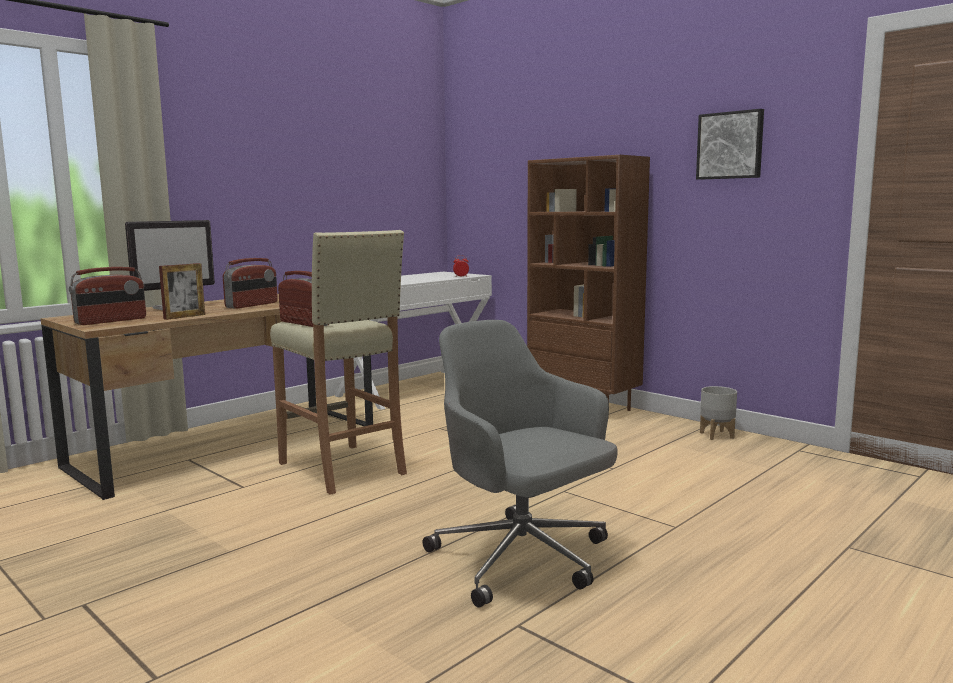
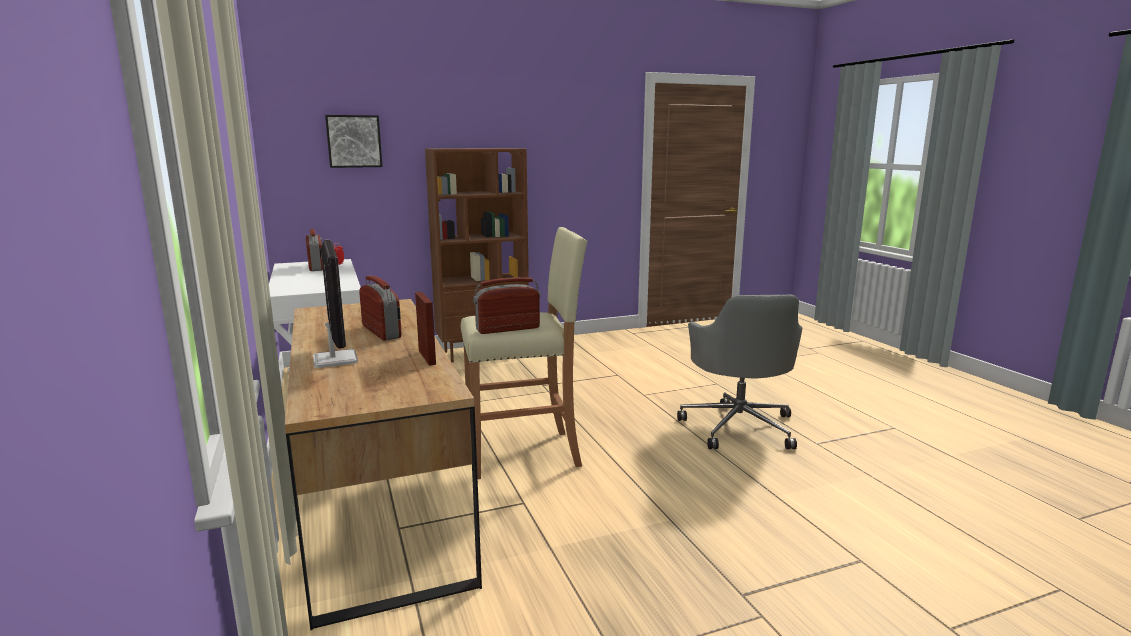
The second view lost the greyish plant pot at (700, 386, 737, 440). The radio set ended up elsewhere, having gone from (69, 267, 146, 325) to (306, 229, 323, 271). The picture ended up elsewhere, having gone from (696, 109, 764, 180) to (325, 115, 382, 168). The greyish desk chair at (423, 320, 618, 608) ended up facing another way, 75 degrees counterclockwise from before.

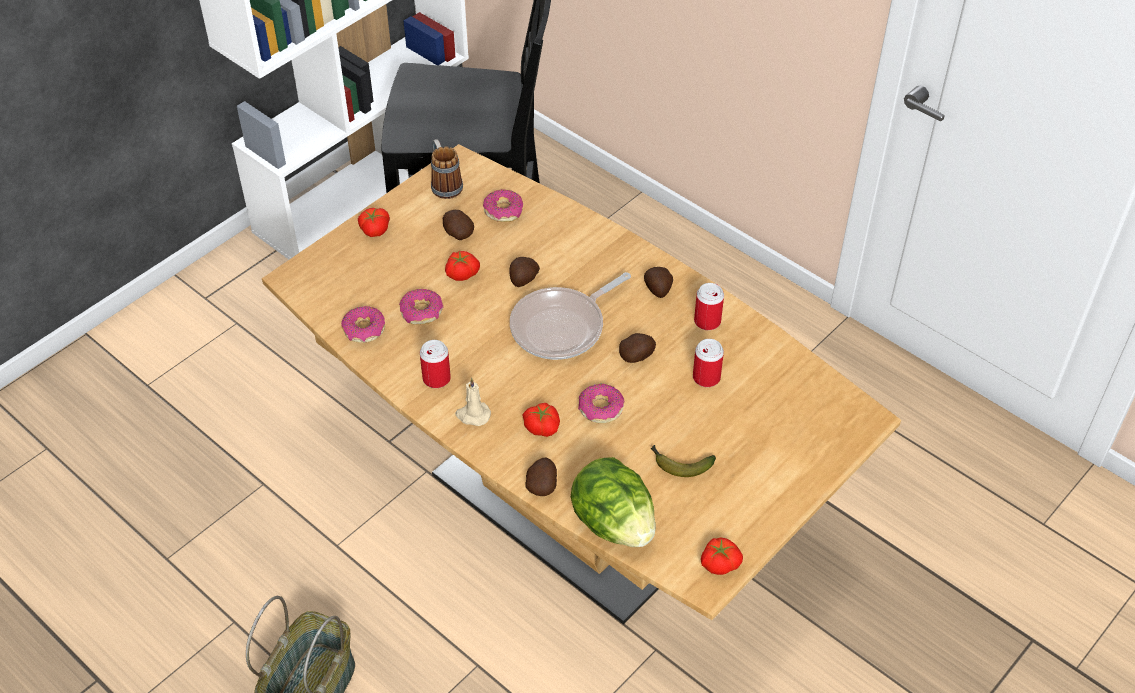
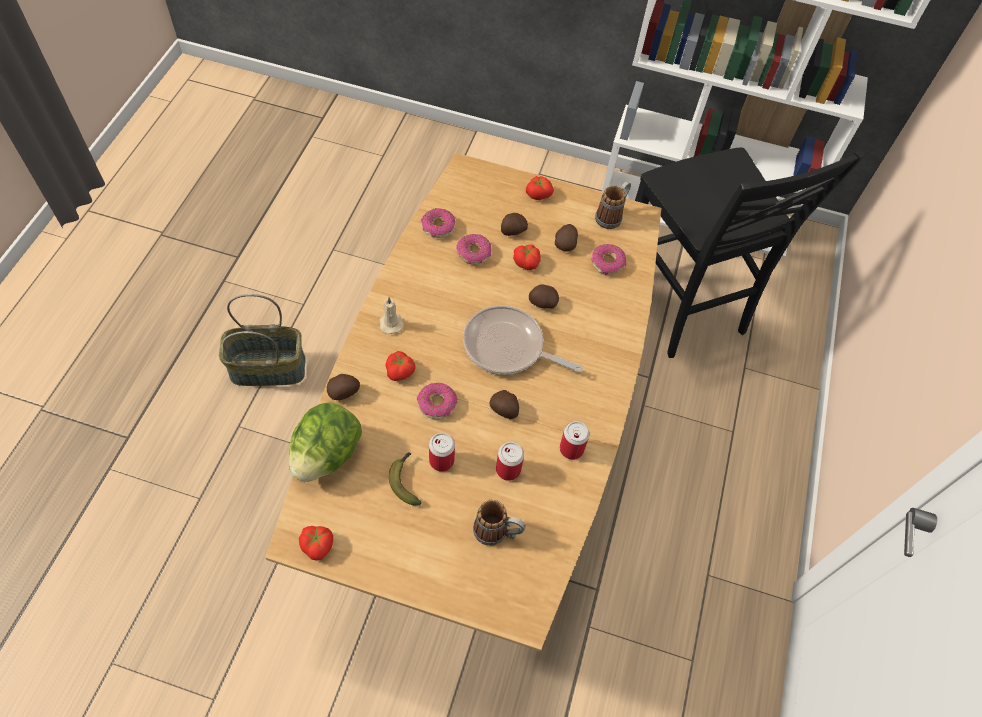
The second view gained the mug at (473, 500, 526, 546). The sealed can ended up elsewhere, having gone from (420, 340, 451, 388) to (429, 433, 455, 472). The whole potato ended up elsewhere, having gone from (644, 267, 673, 298) to (501, 213, 528, 236).

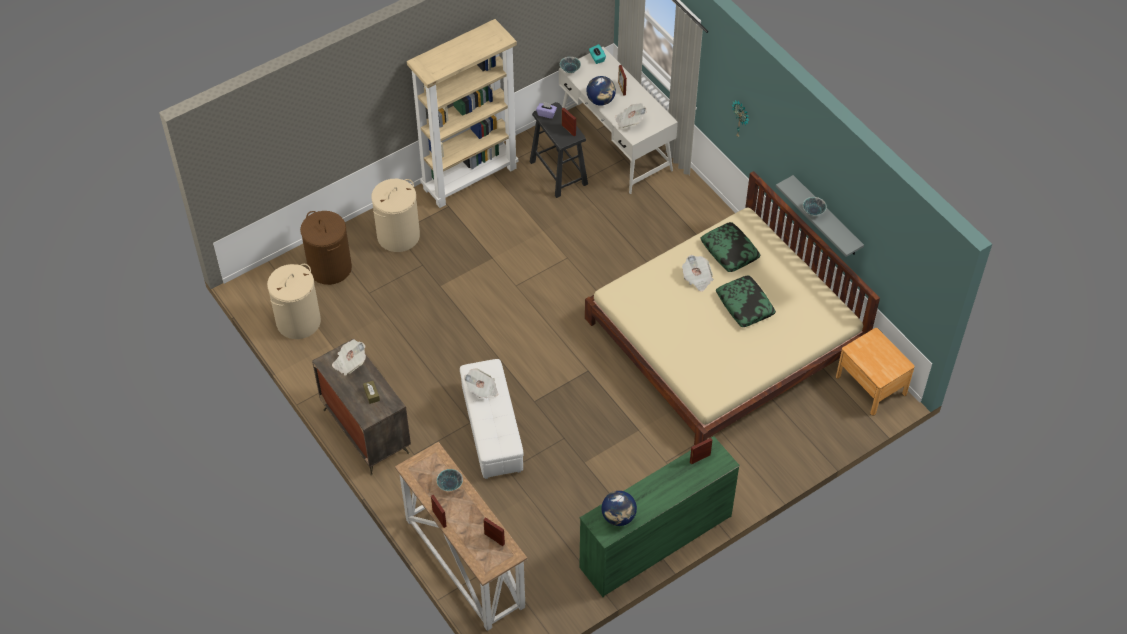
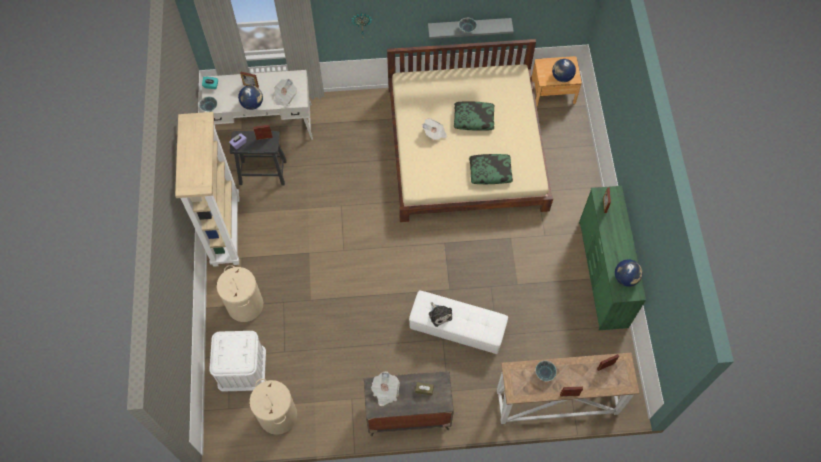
The second view gained the world globe at (552, 59, 576, 82). The throw pillow ended up elsewhere, having gone from (700, 222, 761, 272) to (469, 154, 513, 184). Where the brown-coloured laundry basket stood at (300, 211, 352, 285), the whitish storage bin came to stand at (209, 331, 266, 392). Where the newspaper stood at (464, 369, 499, 398), the cuddly toy came to stand at (429, 303, 452, 327).

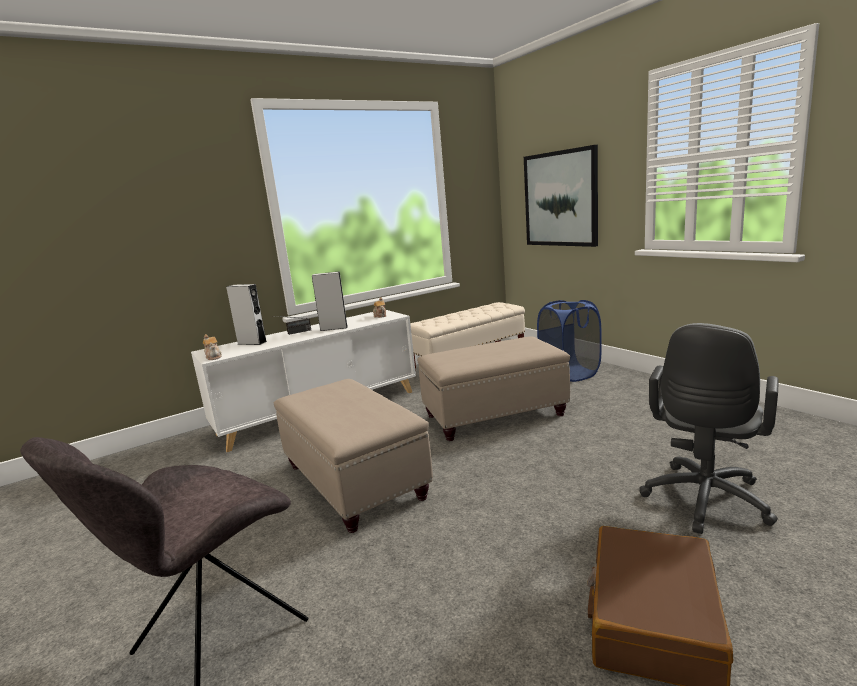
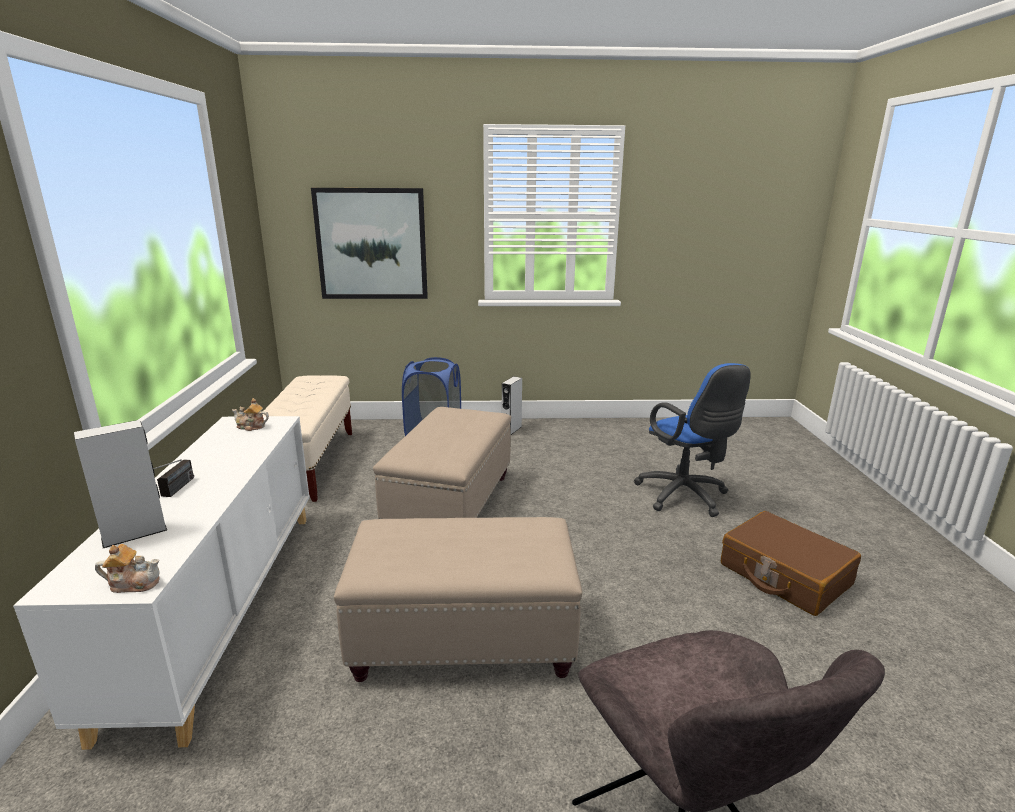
The greyish speaker ended up elsewhere, having gone from (312, 271, 348, 331) to (502, 376, 522, 435). What was the greyish desk chair at (639, 323, 779, 534) turned into the bluish desk chair at (634, 363, 751, 517).

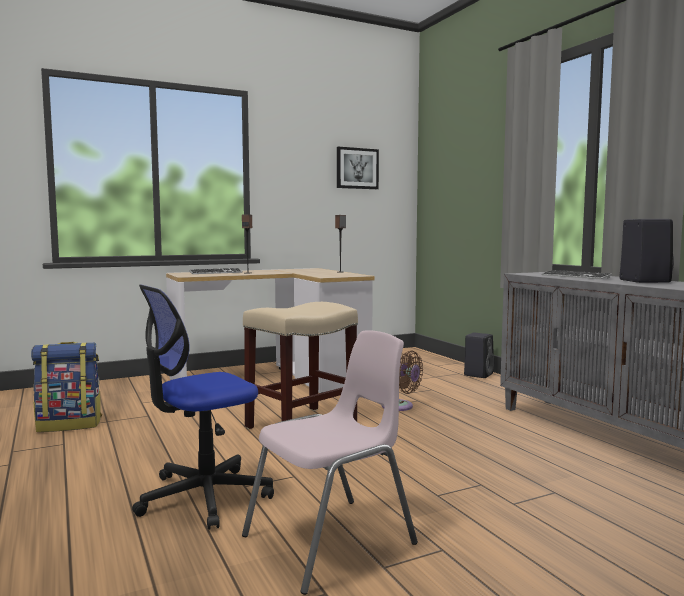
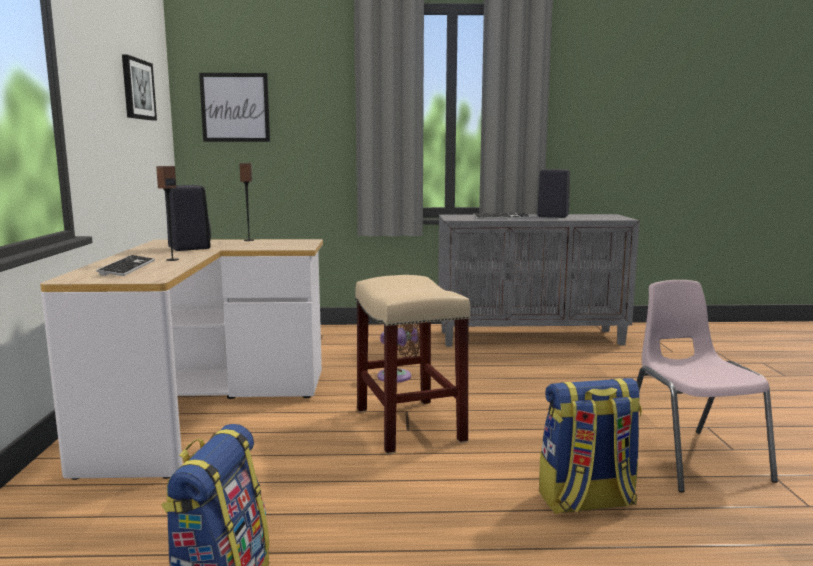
The second view gained the picture at (199, 73, 270, 142). The blackish speaker ended up elsewhere, having gone from (464, 333, 494, 378) to (165, 185, 211, 251). Where the desk chair stood at (132, 285, 274, 530), the backpack came to stand at (539, 378, 642, 514).

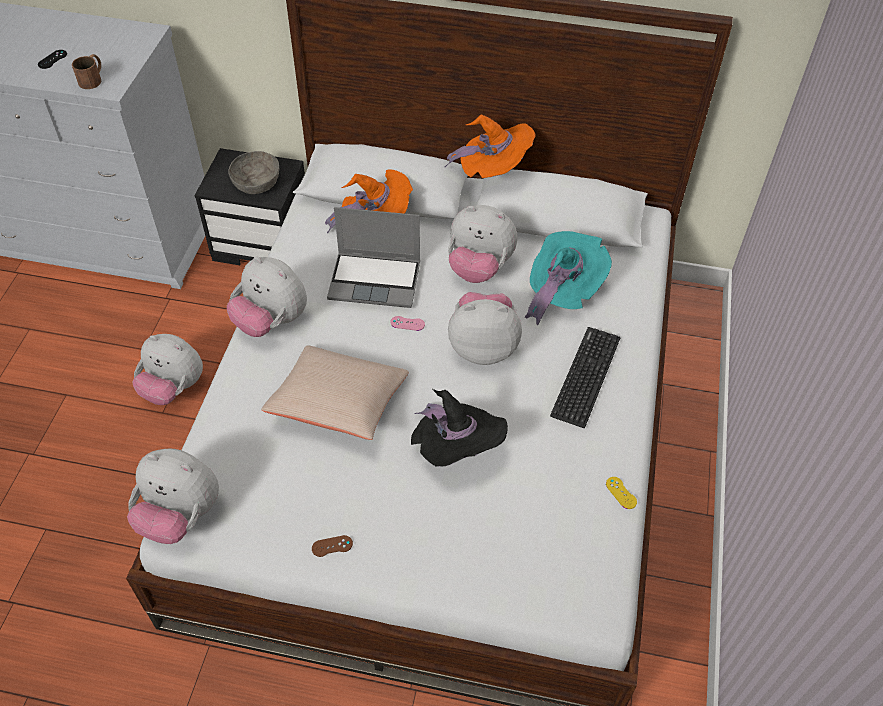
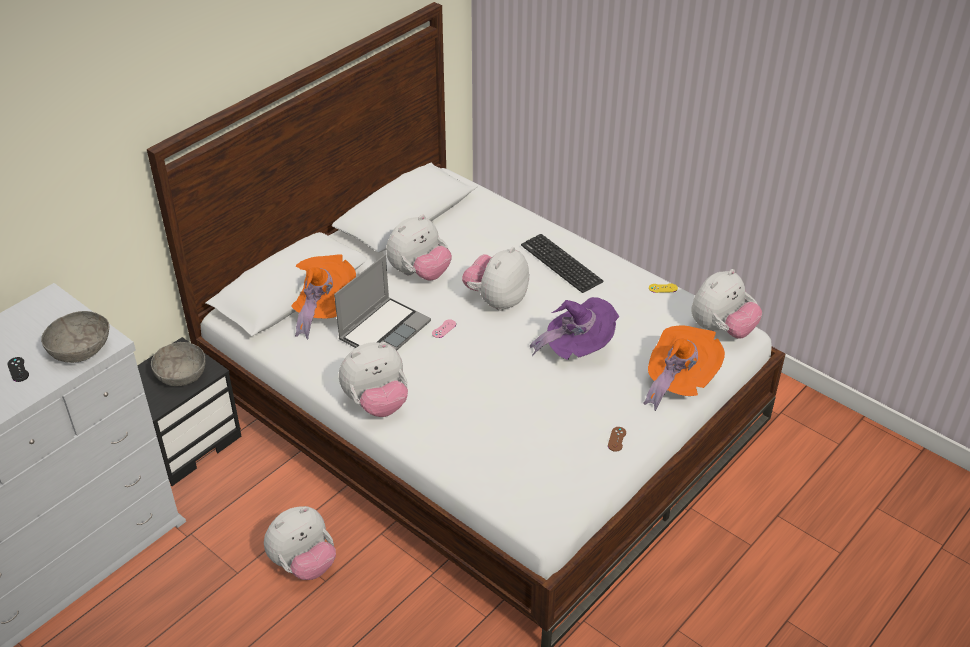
The second view lost the beige throw pillow at (261, 345, 409, 440). The second view lost the blue-green hat at (525, 231, 612, 325). The cuddly toy ended up elsewhere, having gone from (127, 449, 219, 544) to (691, 269, 762, 339). The orangey hat ended up elsewhere, having gone from (444, 114, 535, 178) to (643, 325, 725, 411). Where the brown-coloured mug stood at (72, 54, 102, 89), the greyish serving bowl came to stand at (41, 311, 109, 363). What was the blackish hat at (411, 389, 508, 467) turned into the purple hat at (530, 297, 619, 360).

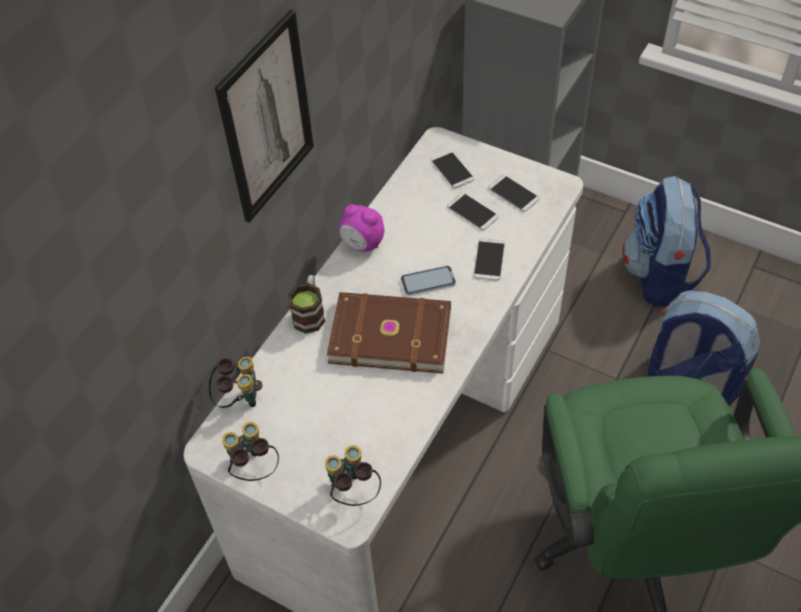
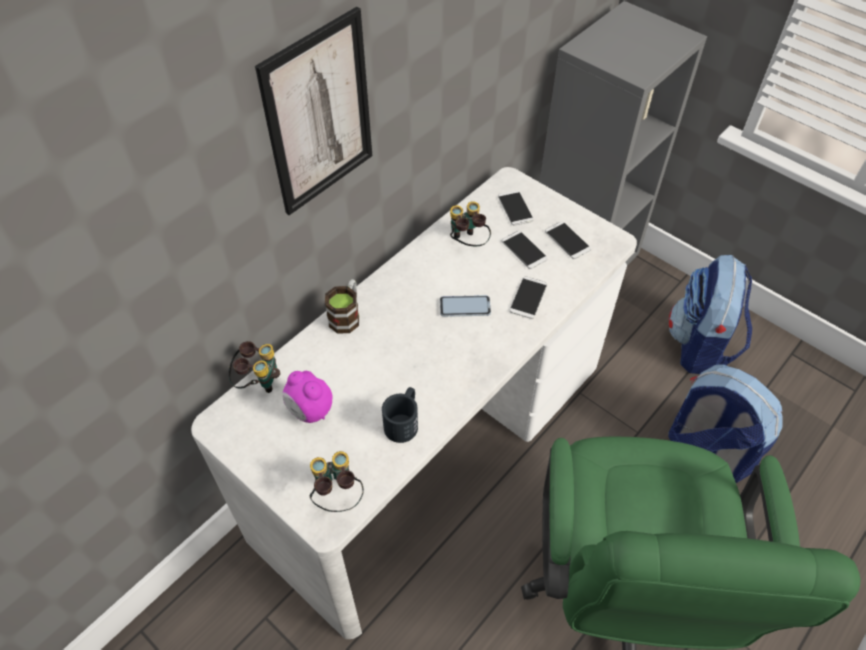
The second view lost the brown-coloured volume at (327, 292, 451, 374). The second view gained the blackish mug at (382, 387, 418, 443). The pair of binoculars ended up elsewhere, having gone from (222, 422, 279, 481) to (450, 201, 491, 247). The alarm clock ended up elsewhere, having gone from (339, 204, 384, 252) to (282, 371, 332, 423).

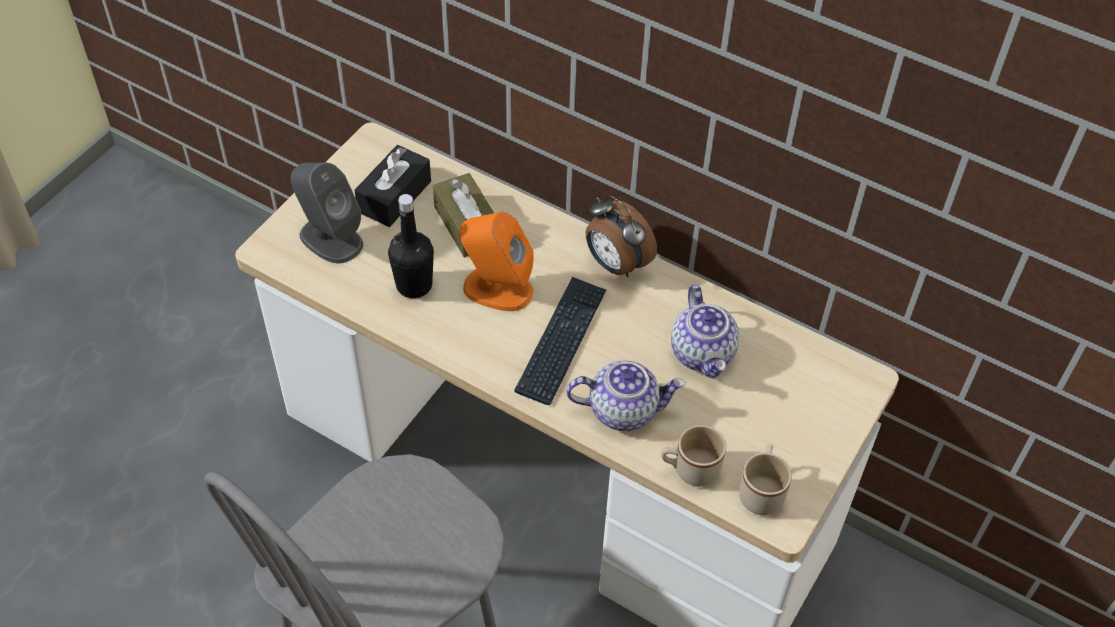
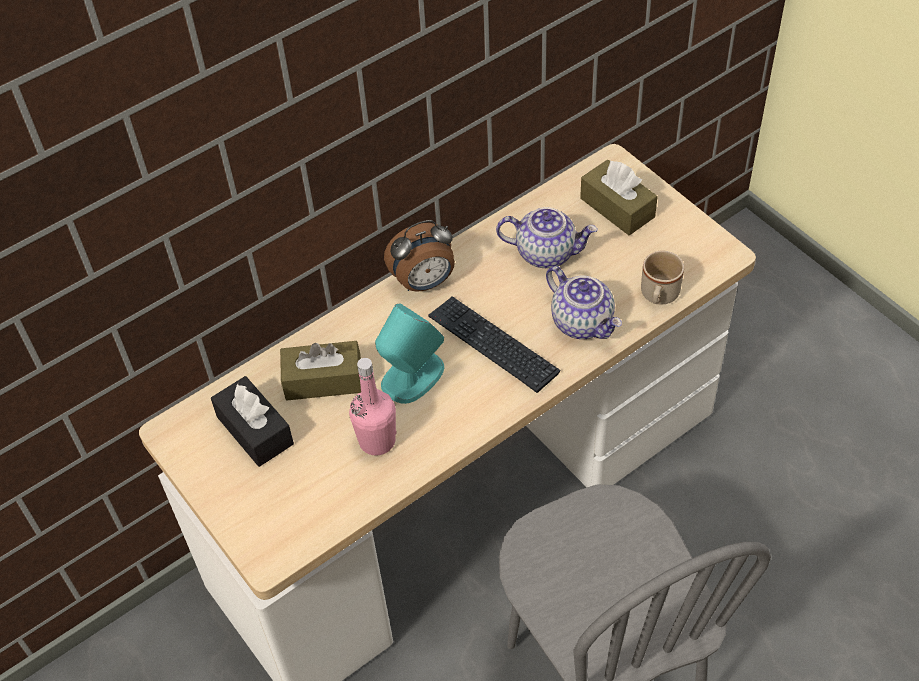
The second view lost the greyish speaker at (291, 162, 363, 264). The second view lost the beige mug at (739, 444, 792, 515). The second view gained the brown-coloured box of tissues at (580, 160, 658, 235). What was the blackish beverage bottle at (388, 194, 434, 298) turned into the pink-coloured beverage bottle at (349, 358, 397, 456). What was the orangey speaker at (459, 212, 534, 311) turned into the blue-green speaker at (375, 304, 444, 404). The pot for tea at (567, 360, 685, 431) ended up facing another way, 120 degrees clockwise from before.

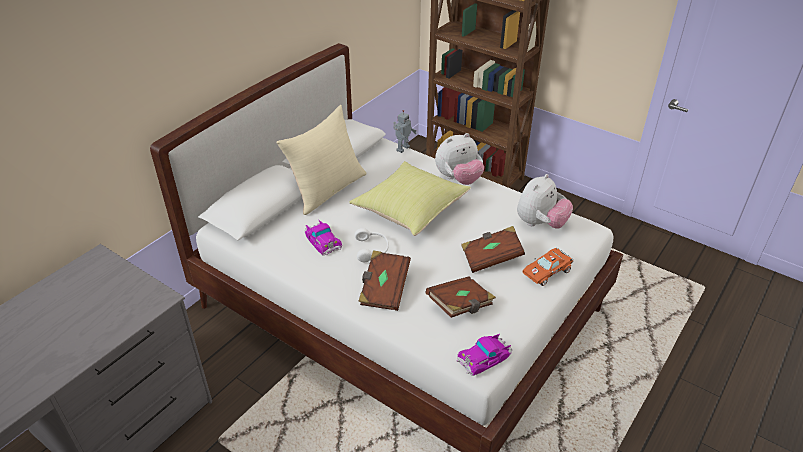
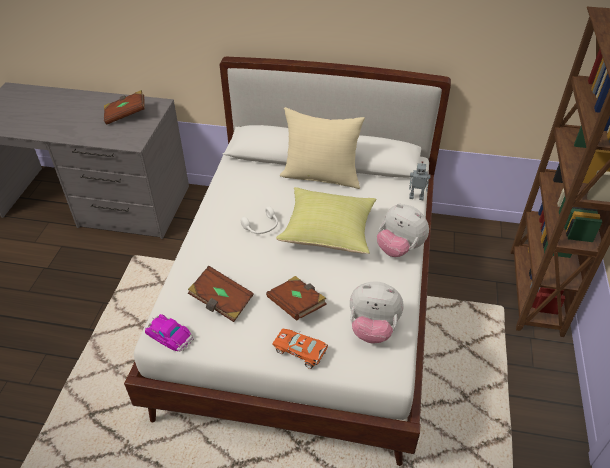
The second view lost the miniature car at (304, 220, 342, 255). The brown-coloured volume ended up elsewhere, having gone from (358, 250, 411, 311) to (104, 90, 145, 125).

